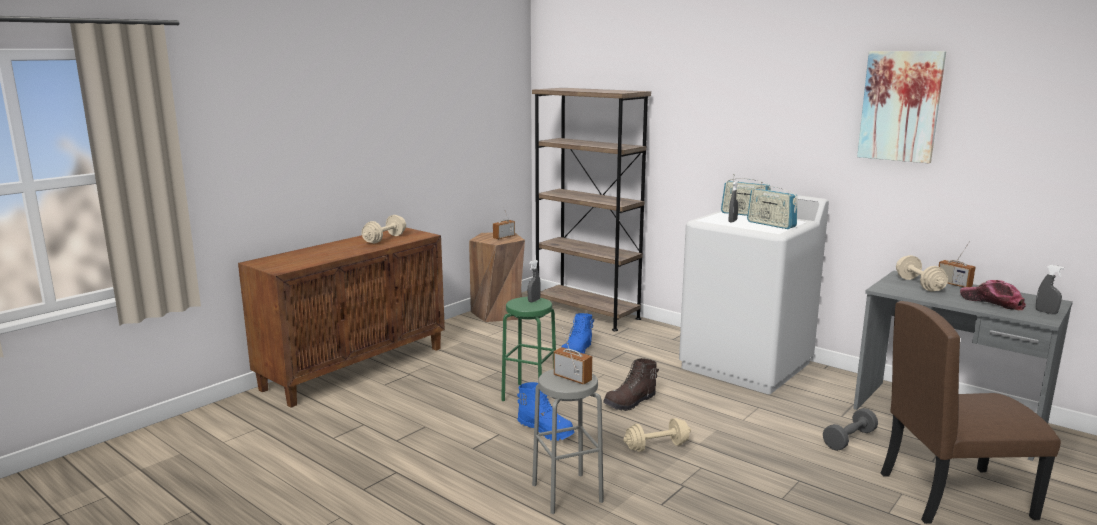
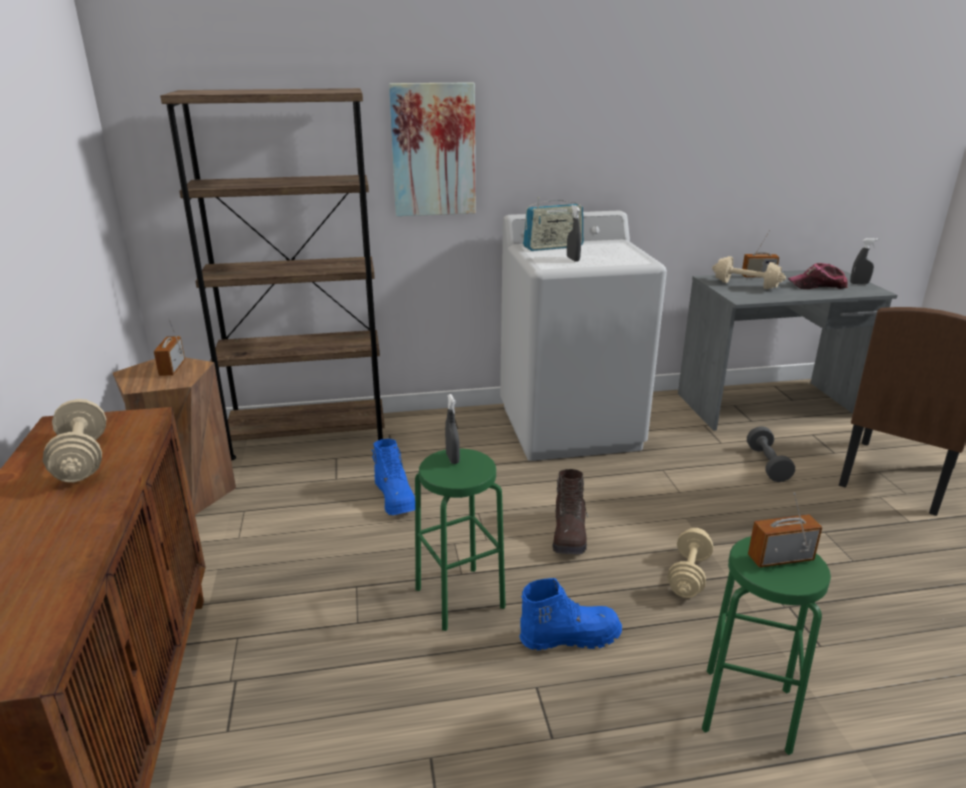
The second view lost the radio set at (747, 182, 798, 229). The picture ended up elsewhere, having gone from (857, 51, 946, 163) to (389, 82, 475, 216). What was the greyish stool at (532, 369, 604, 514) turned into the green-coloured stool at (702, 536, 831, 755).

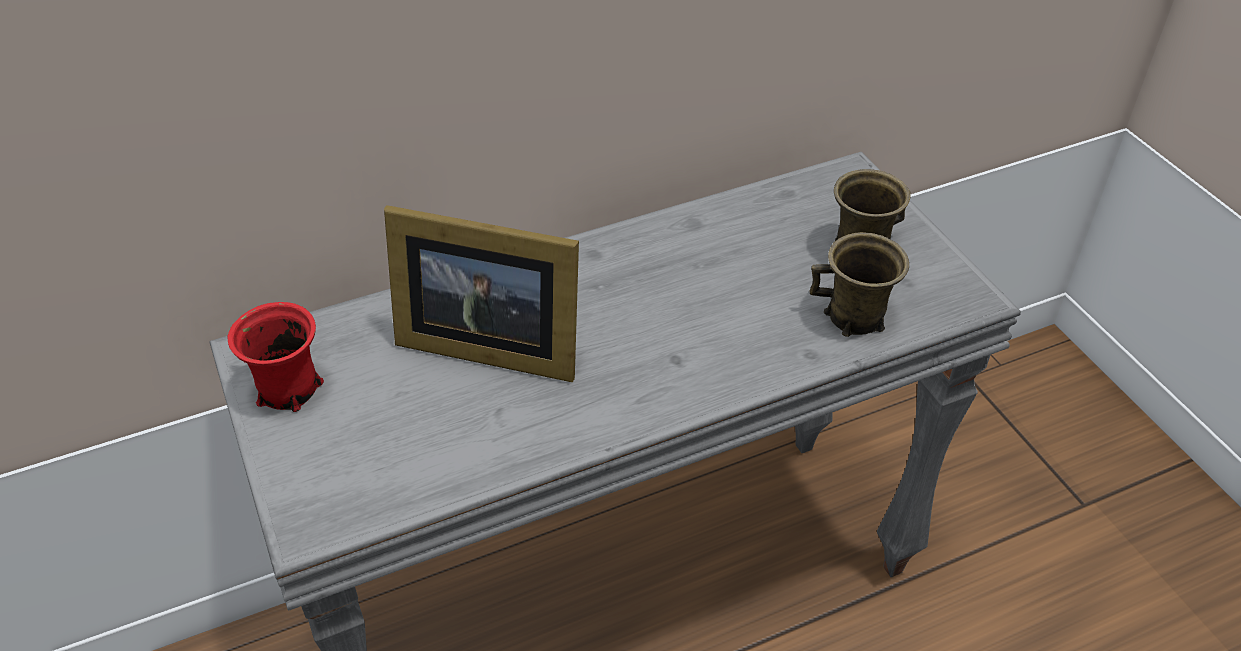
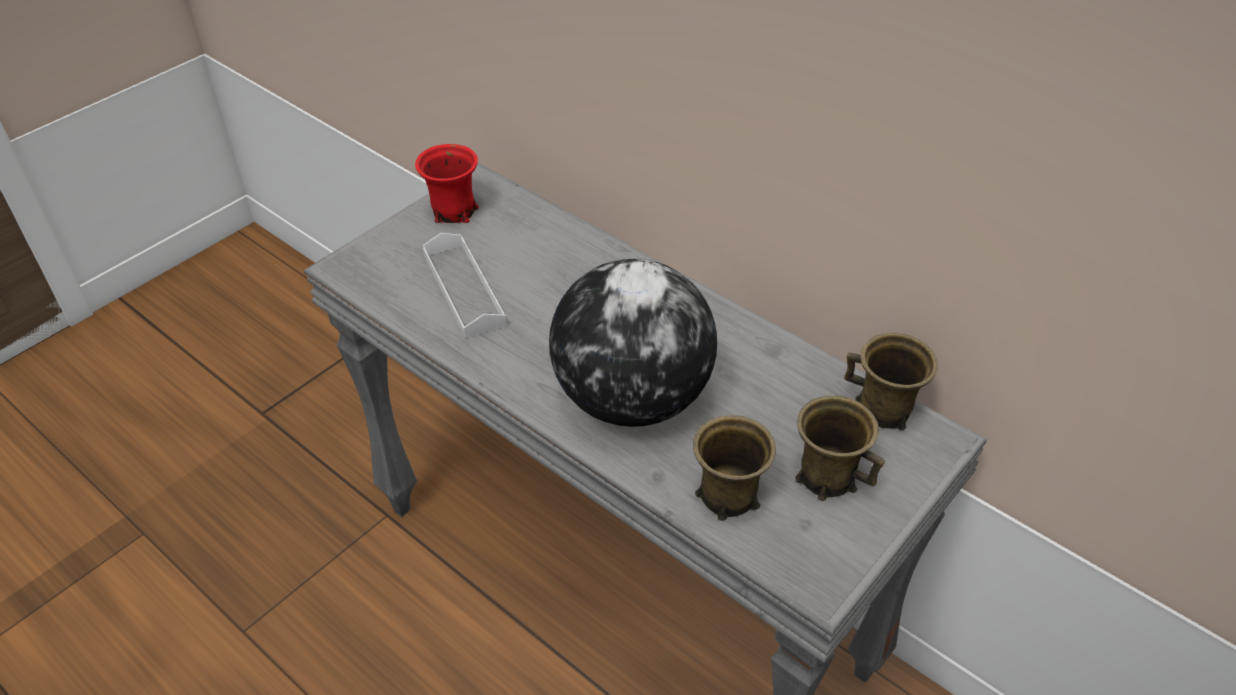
The second view lost the picture frame at (384, 205, 579, 382). The second view gained the whitish serving tray at (423, 233, 507, 339). The second view gained the world globe at (549, 259, 717, 427). The second view gained the brown-coloured mug at (844, 333, 938, 430).

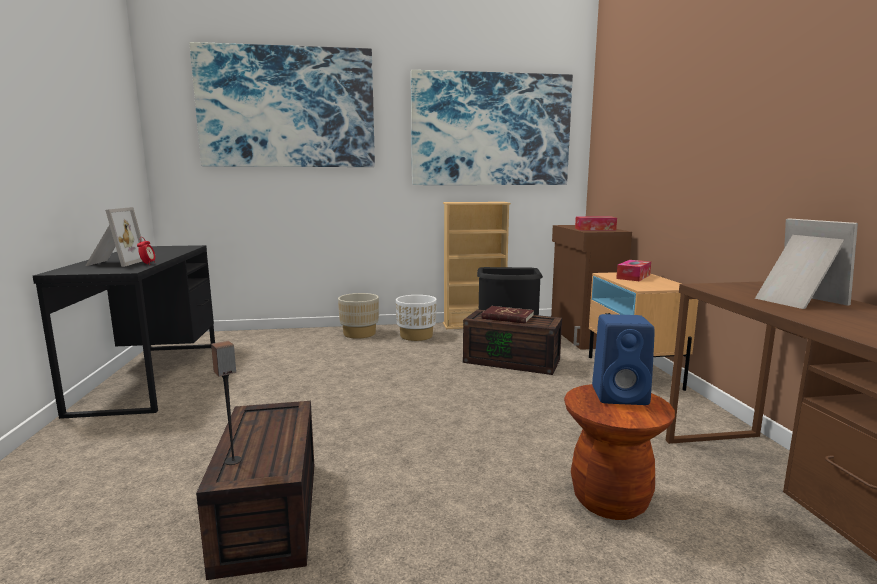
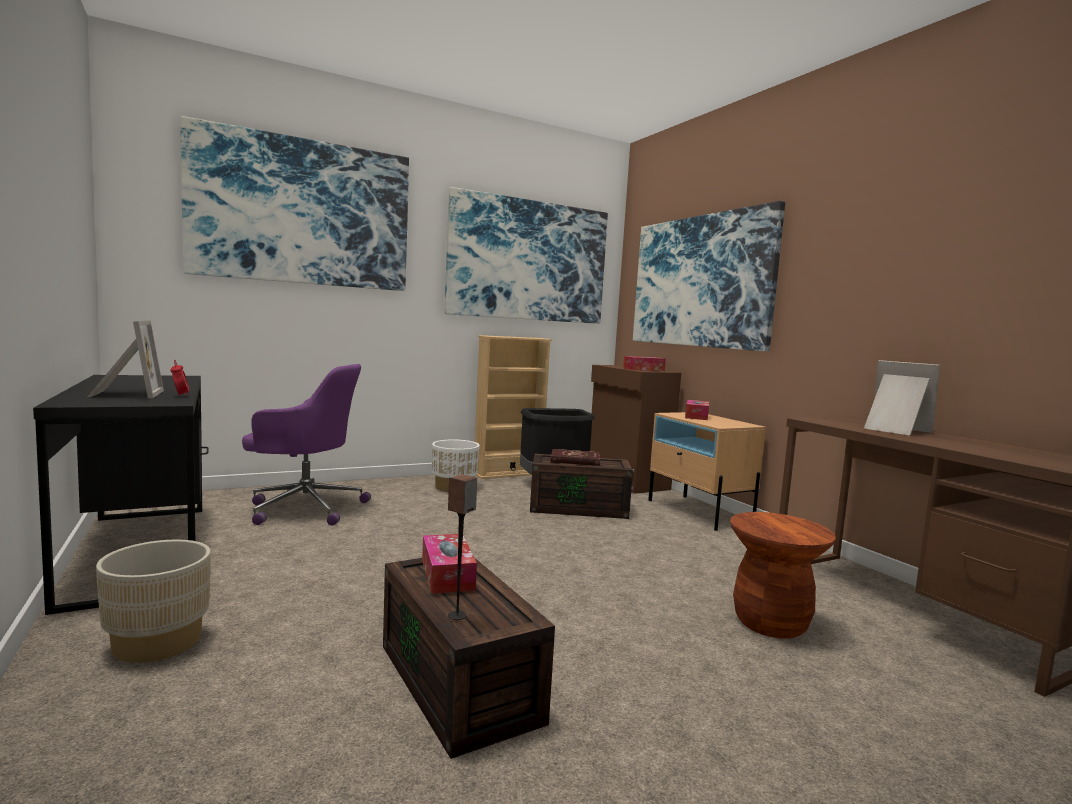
The second view lost the bluish speaker at (592, 314, 655, 405). The second view gained the purple desk chair at (242, 364, 371, 525). The second view gained the box of tissues at (422, 534, 477, 594). The second view gained the picture at (633, 201, 785, 352). The beige plant pot ended up elsewhere, having gone from (338, 293, 379, 339) to (96, 540, 211, 663).

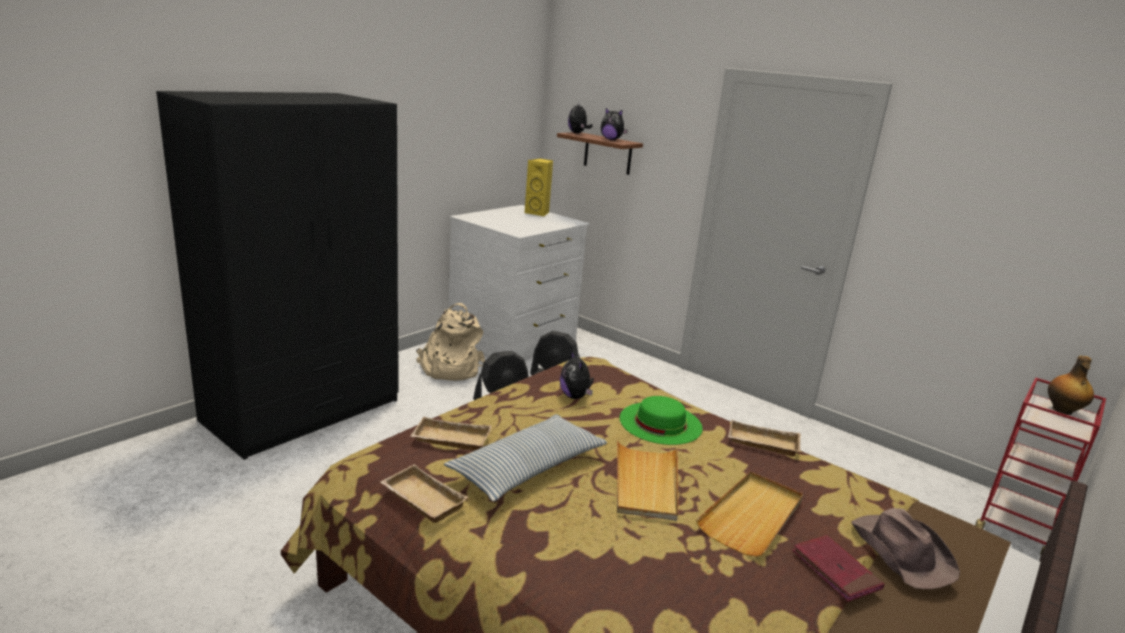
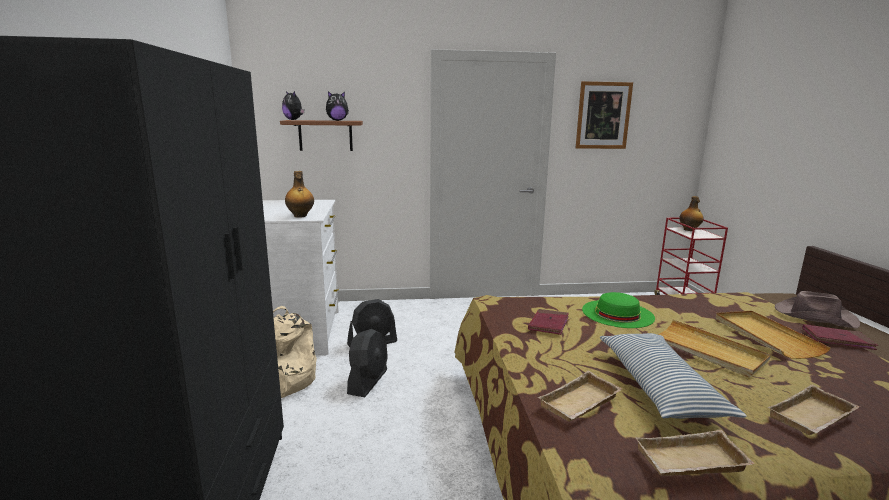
The second view lost the yellow-coloured speaker at (525, 159, 553, 216). The second view gained the beverage bottle at (285, 171, 314, 218). The second view gained the picture at (576, 81, 633, 149). The beige serving tray ended up elsewhere, having gone from (728, 420, 801, 456) to (768, 385, 860, 435). Where the cuddly toy stood at (560, 350, 594, 399), the red-coloured volume came to stand at (528, 309, 569, 335).

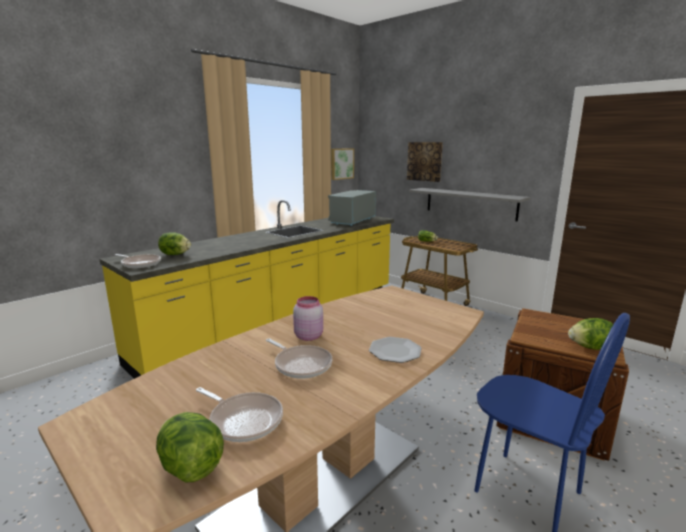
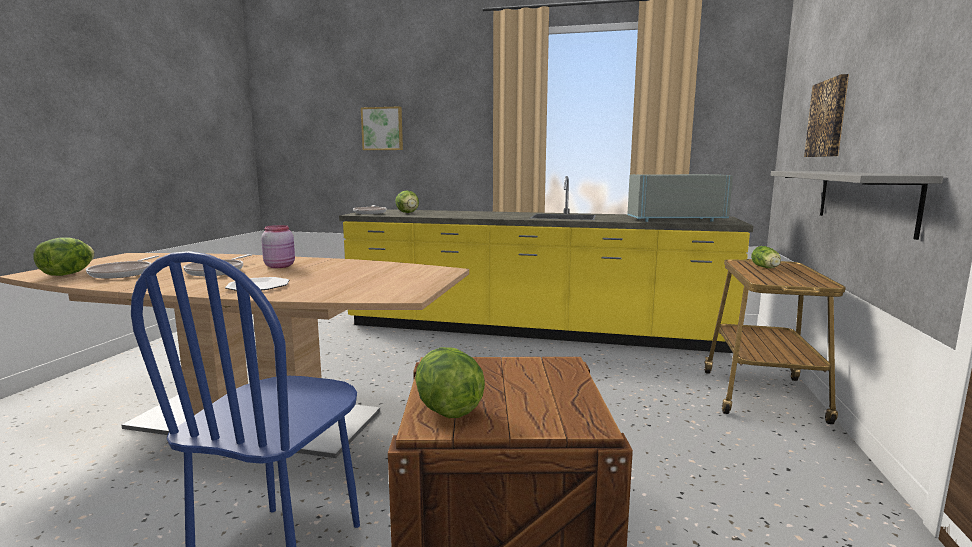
The picture ended up elsewhere, having gone from (331, 148, 354, 180) to (361, 106, 403, 150).

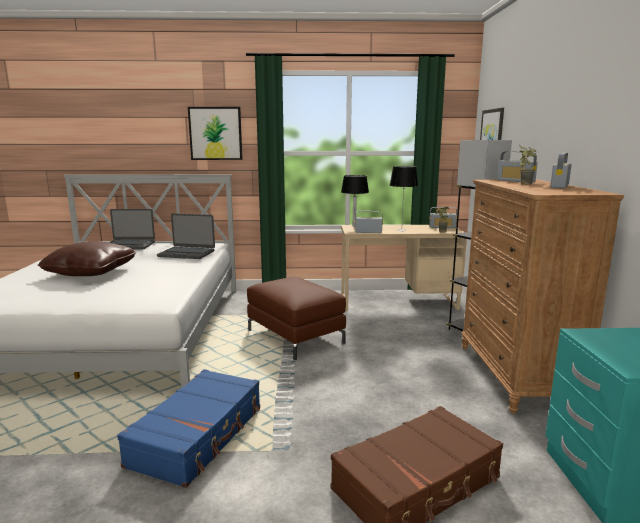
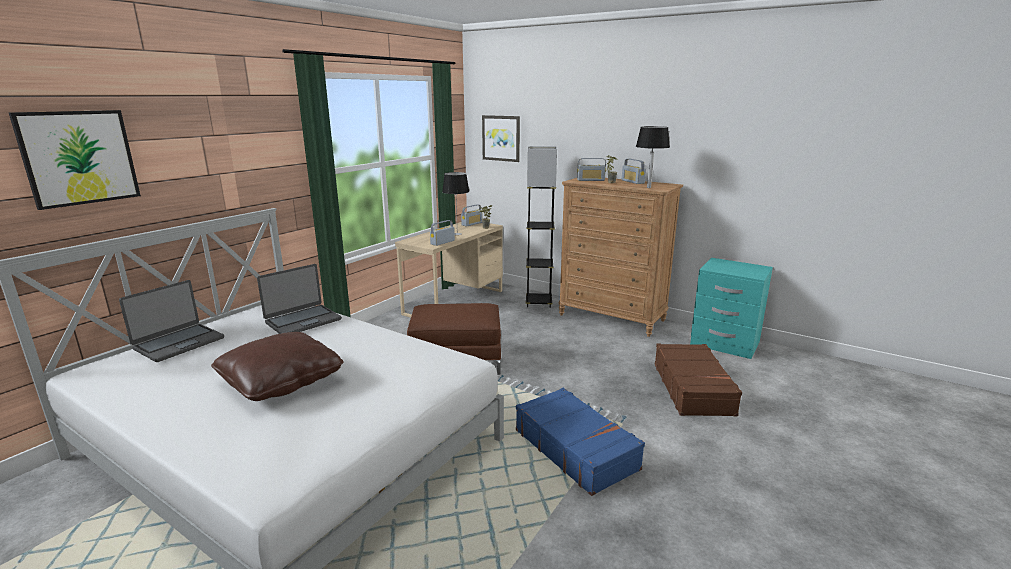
The picture ended up elsewhere, having gone from (188, 107, 243, 160) to (9, 110, 141, 210). The blackish table lamp ended up elsewhere, having gone from (341, 175, 369, 227) to (636, 126, 670, 188).

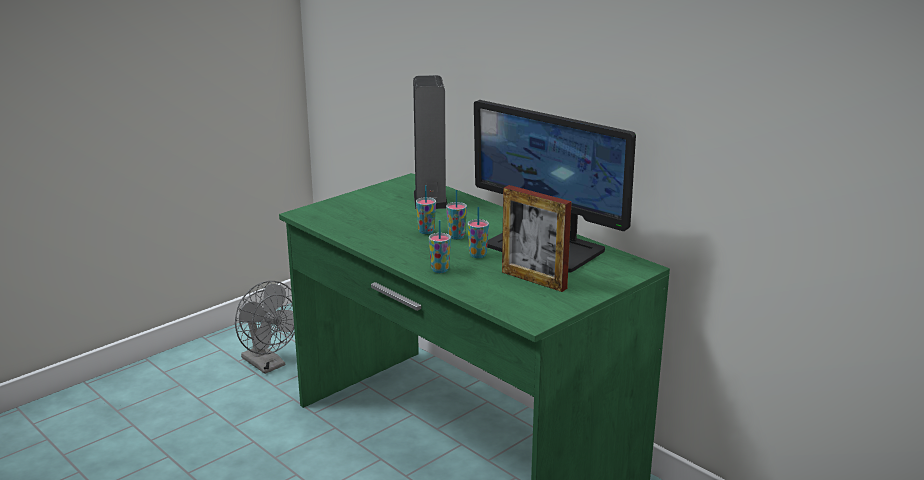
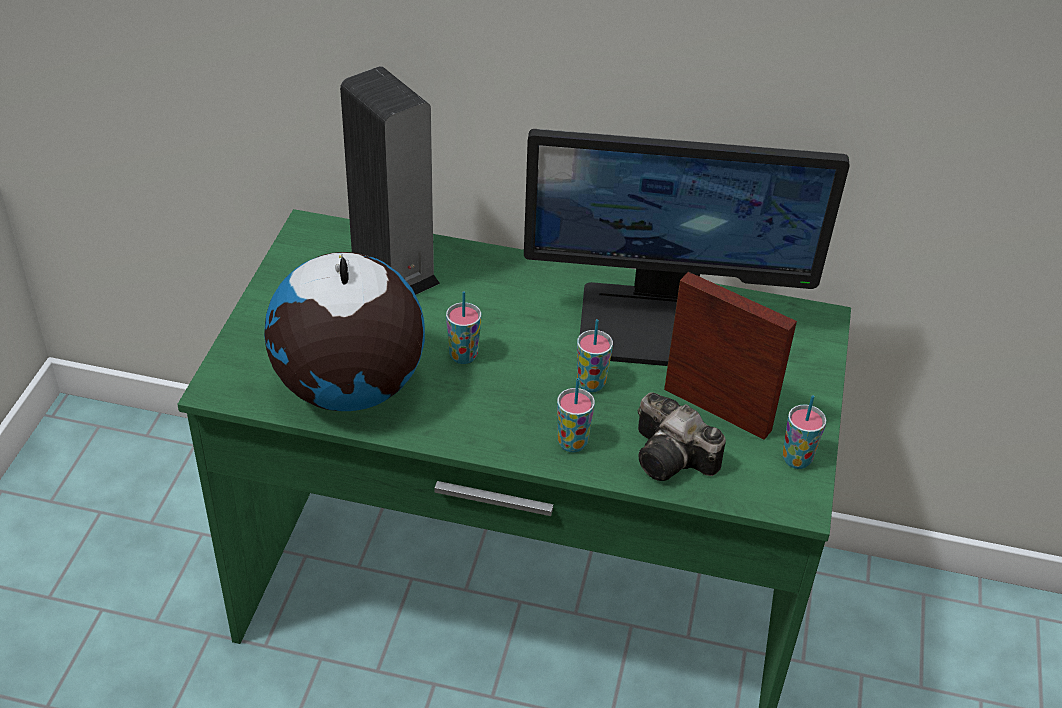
The second view lost the greyish electric fan at (235, 281, 295, 374). The second view gained the world globe at (264, 252, 425, 411). The second view gained the still camera at (638, 392, 726, 481). The small cup ended up elsewhere, having gone from (446, 190, 467, 240) to (783, 395, 826, 469). The picture frame at (502, 185, 572, 292) ended up facing another way, 150 degrees counterclockwise from before.

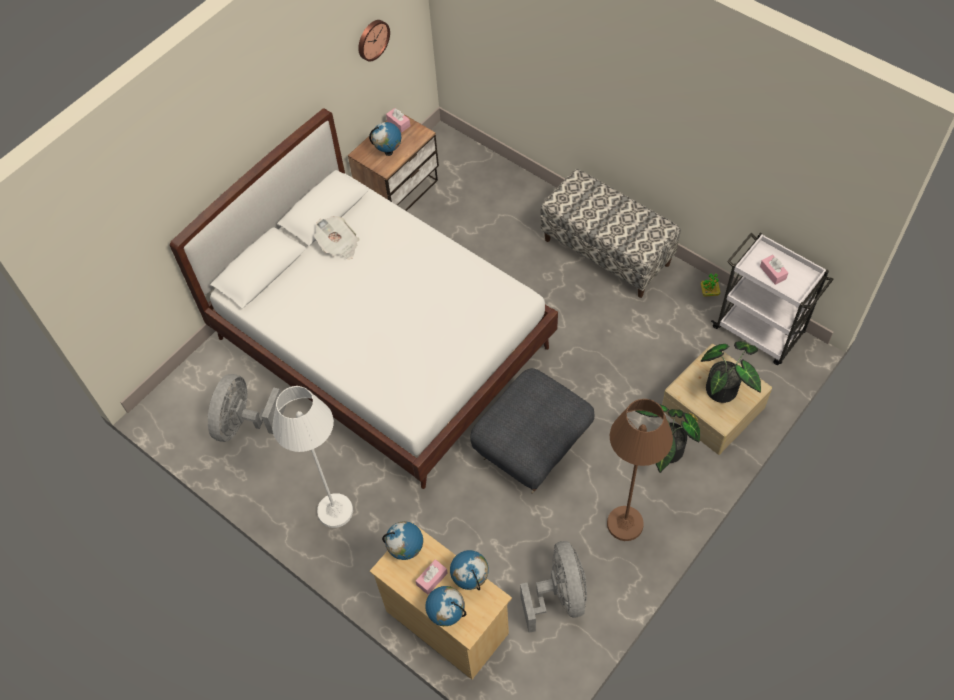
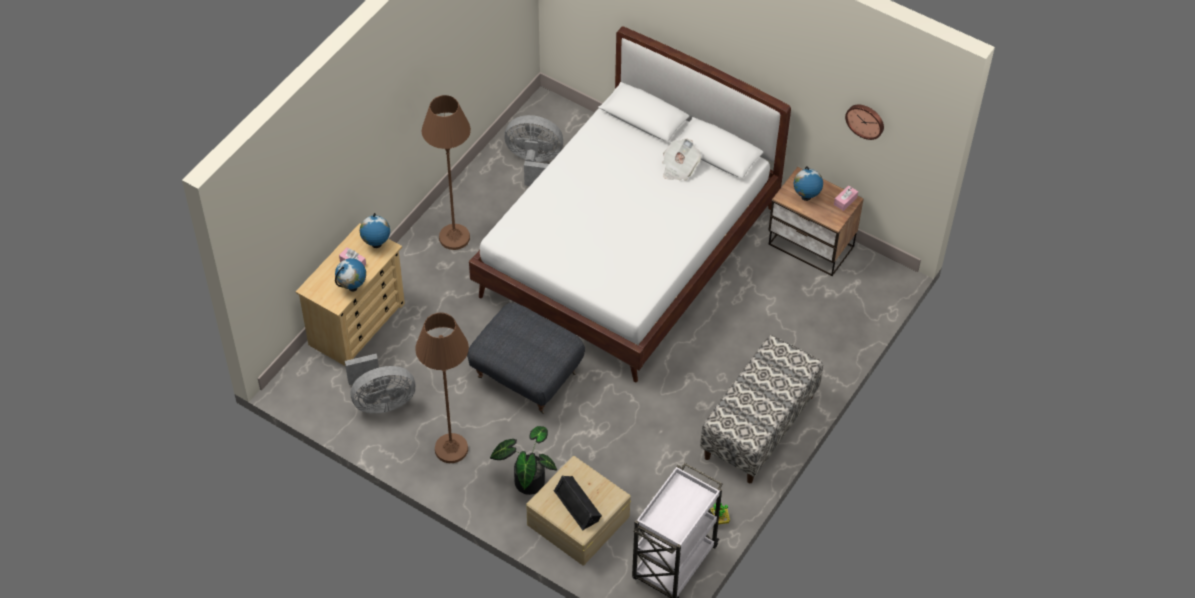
The second view lost the world globe at (425, 586, 466, 626). The second view lost the pink-coloured box of tissues at (760, 255, 788, 285). Where the houseplant stood at (701, 341, 761, 403), the blackish speaker came to stand at (554, 476, 602, 531). What was the whitish floor lamp at (272, 386, 353, 528) turned into the brown-coloured floor lamp at (422, 95, 471, 250).

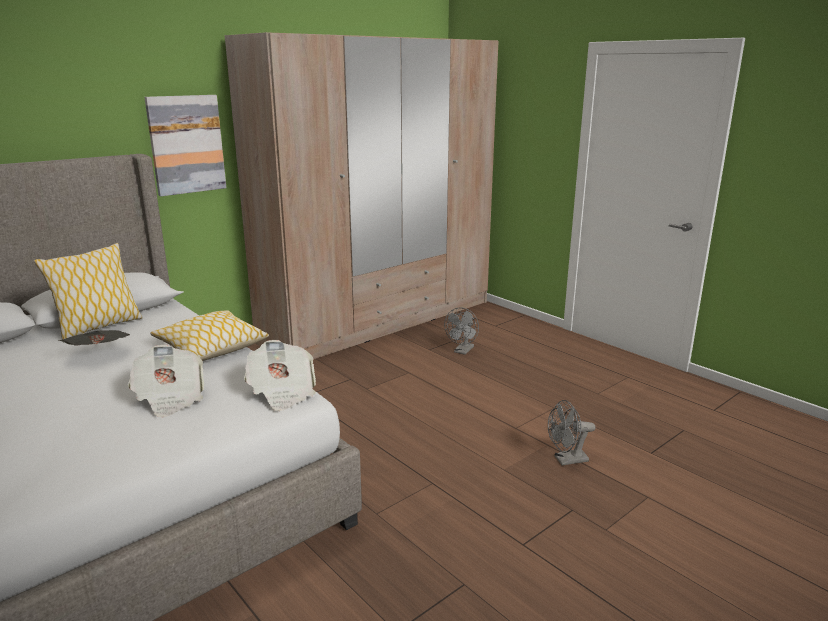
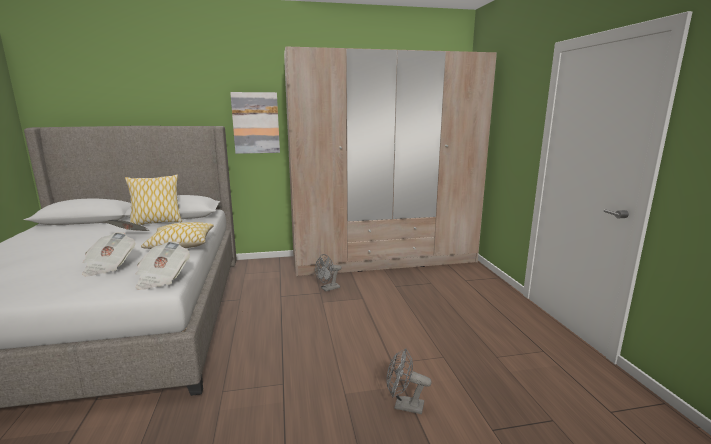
The greyish electric fan ended up elsewhere, having gone from (444, 308, 479, 355) to (315, 254, 341, 292).

